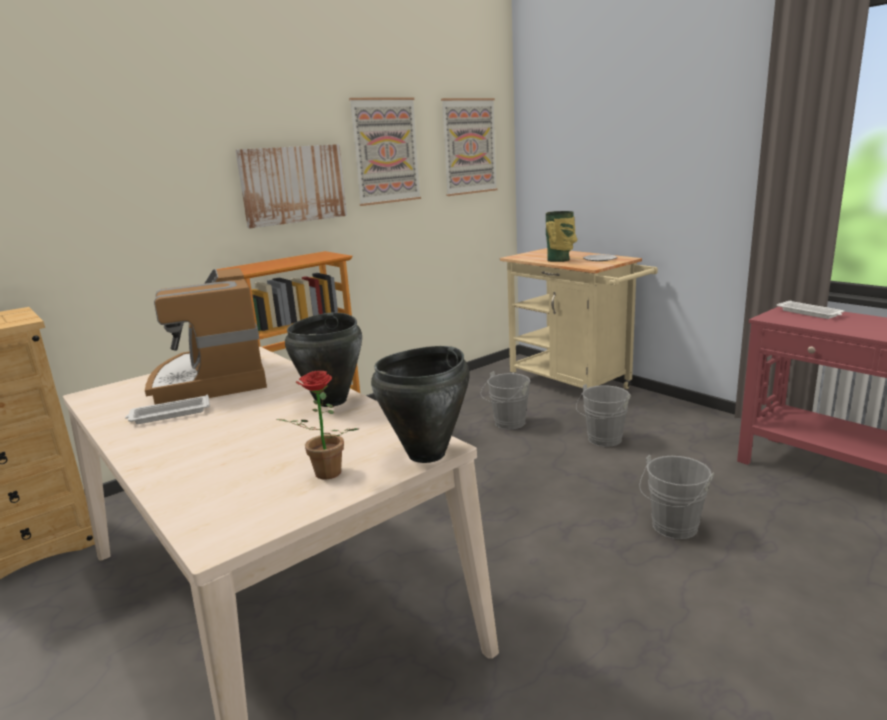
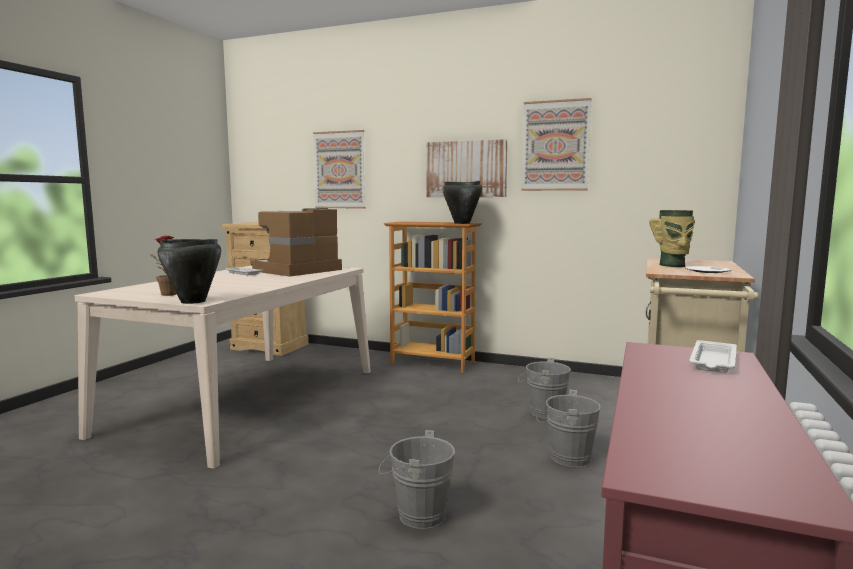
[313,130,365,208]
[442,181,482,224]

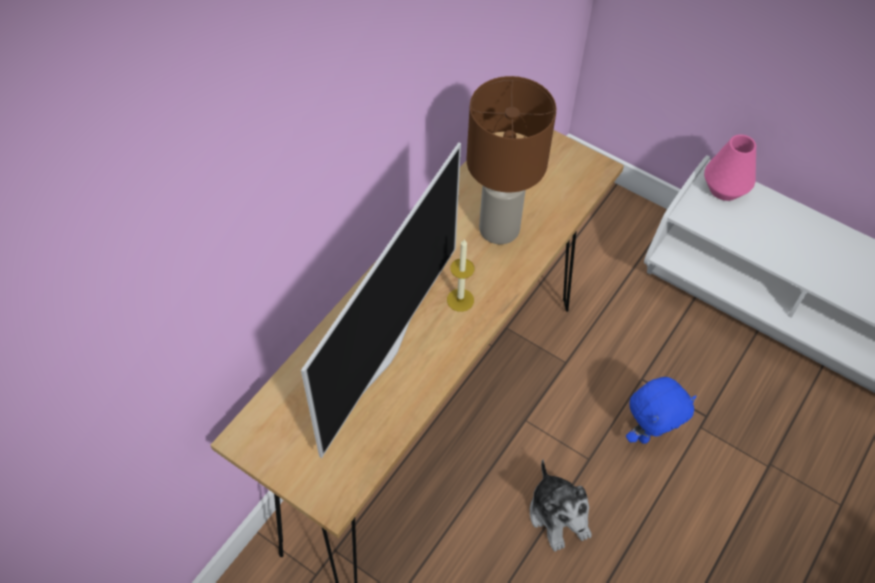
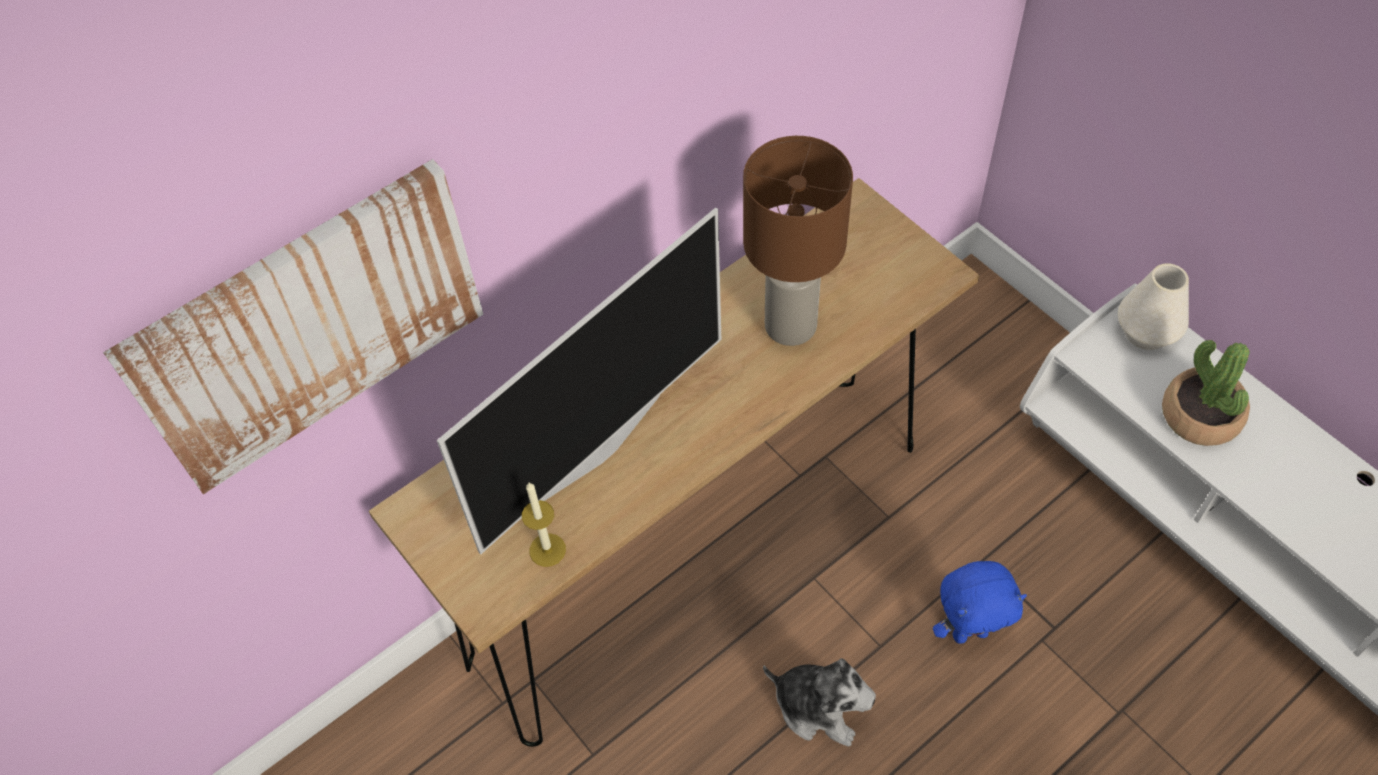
[103,159,483,494]
[522,483,566,567]
[763,658,876,747]
[1118,263,1189,350]
[1162,340,1250,446]

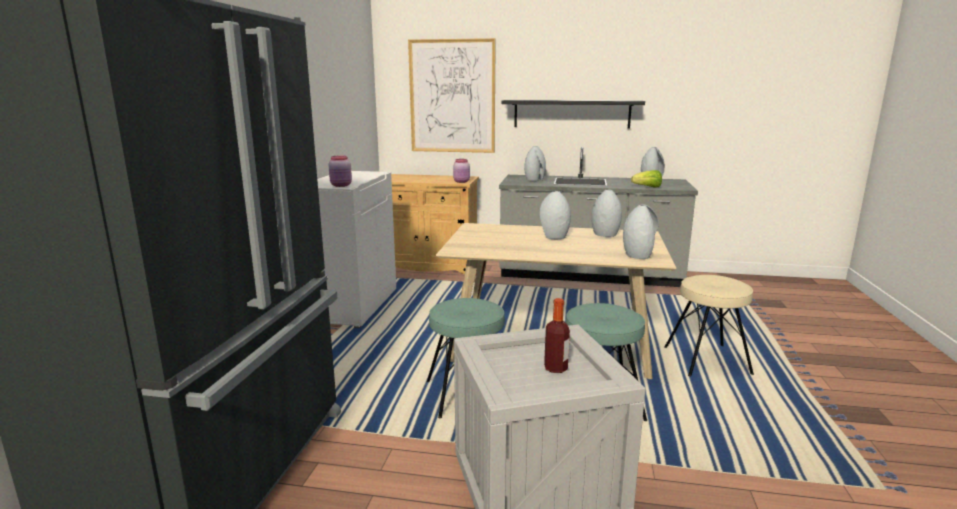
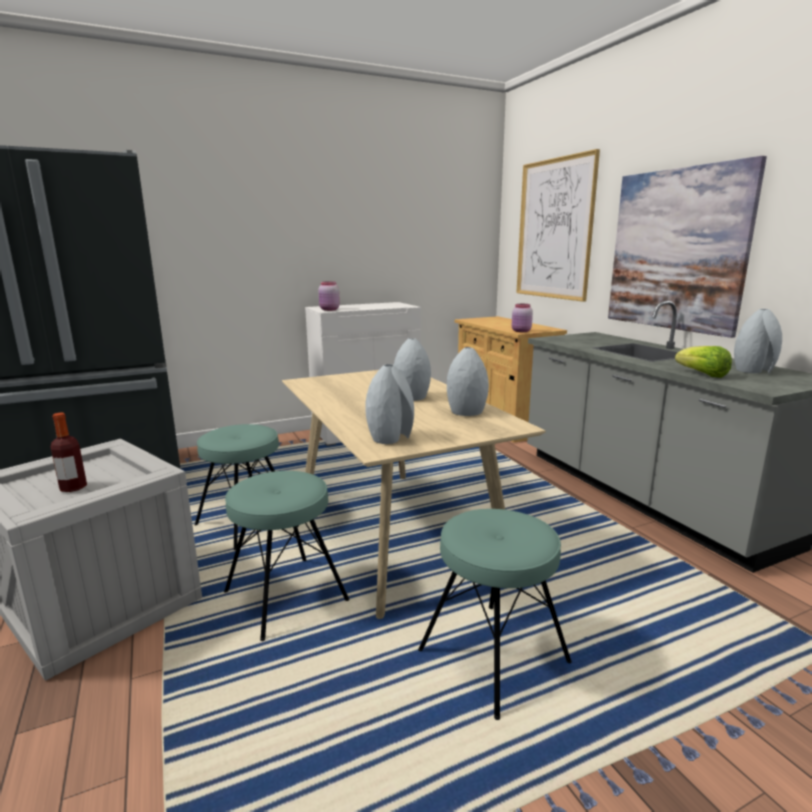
[418,509,572,720]
[608,156,767,338]
[524,146,546,181] (first image)

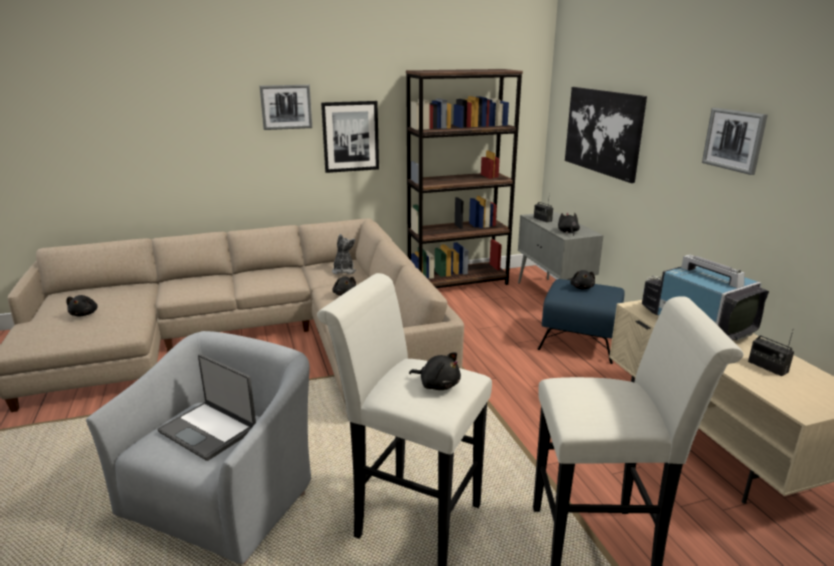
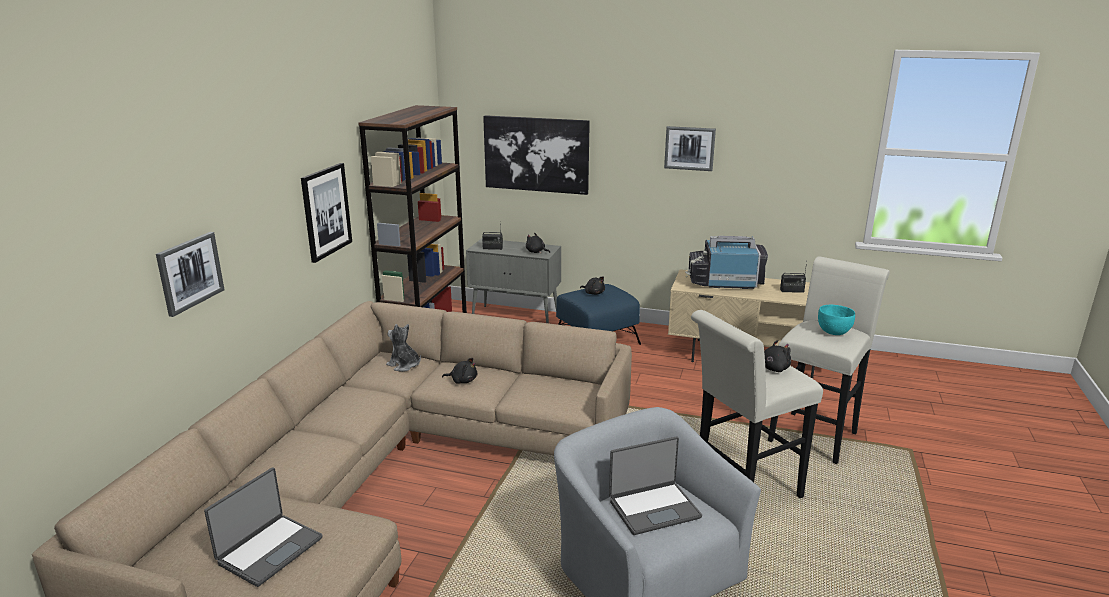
[156,232,224,317]
[204,467,323,587]
[818,305,855,335]

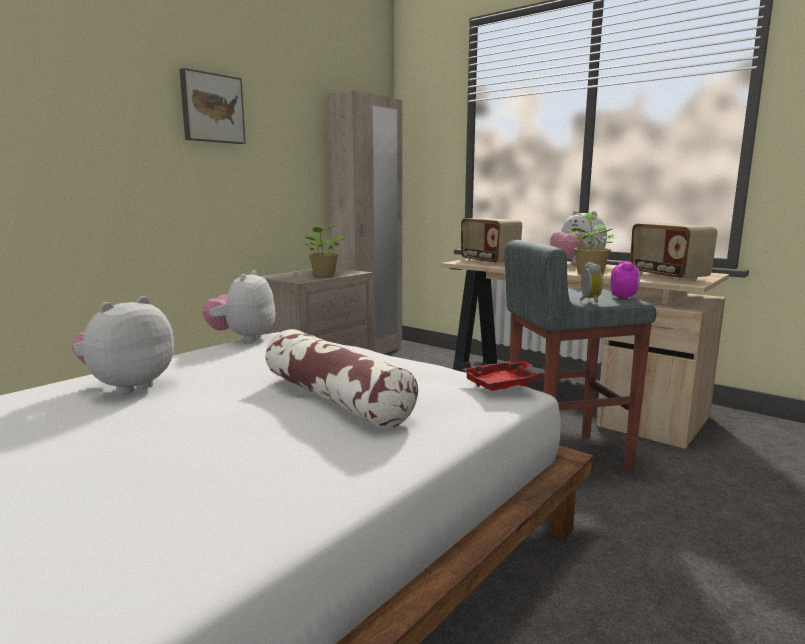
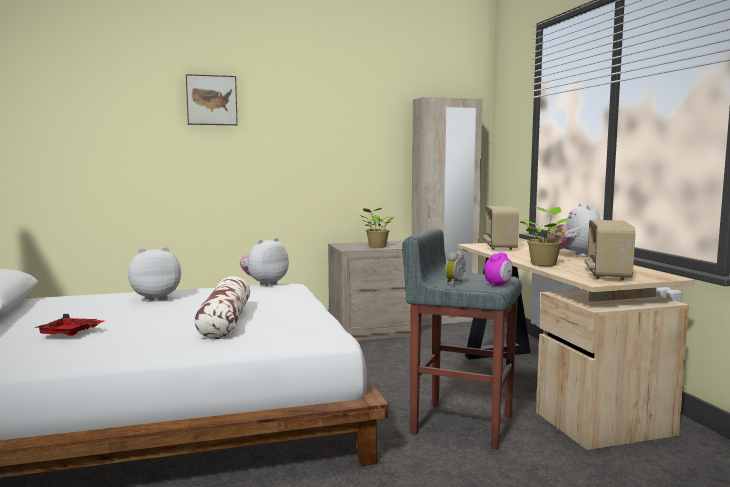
[34,314,104,336]
[186,74,238,125]

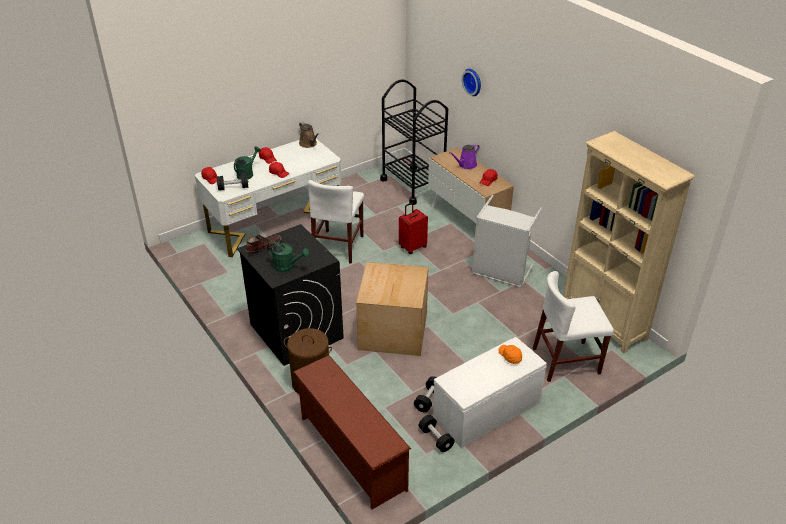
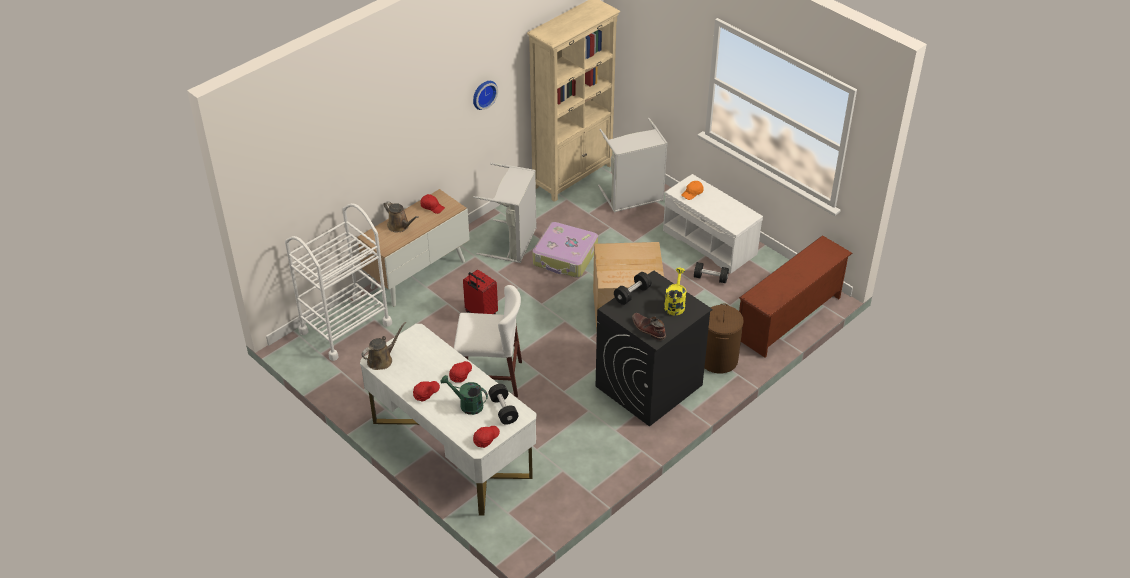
[285,203,392,361]
[383,201,419,232]
[473,81,498,110]
[532,222,598,278]
[598,118,668,213]
[614,272,652,305]
[664,268,687,315]

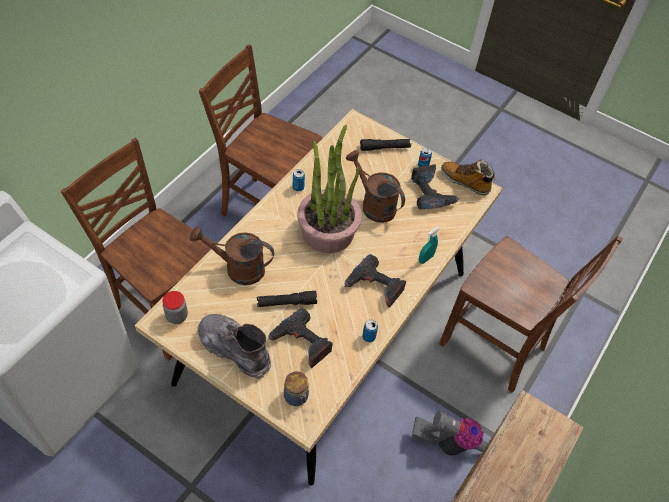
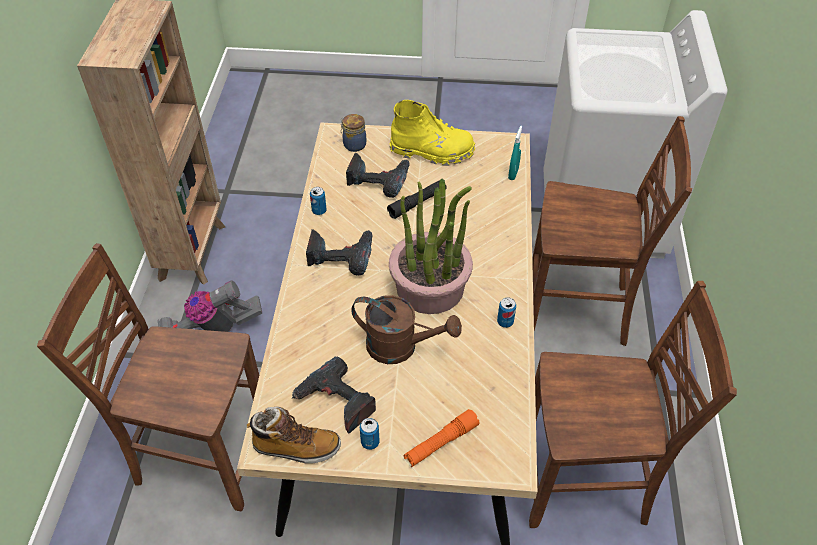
[390,100,475,166]
[404,409,480,467]
[508,126,522,180]
[163,291,188,324] (first image)
[190,226,274,285] (first image)

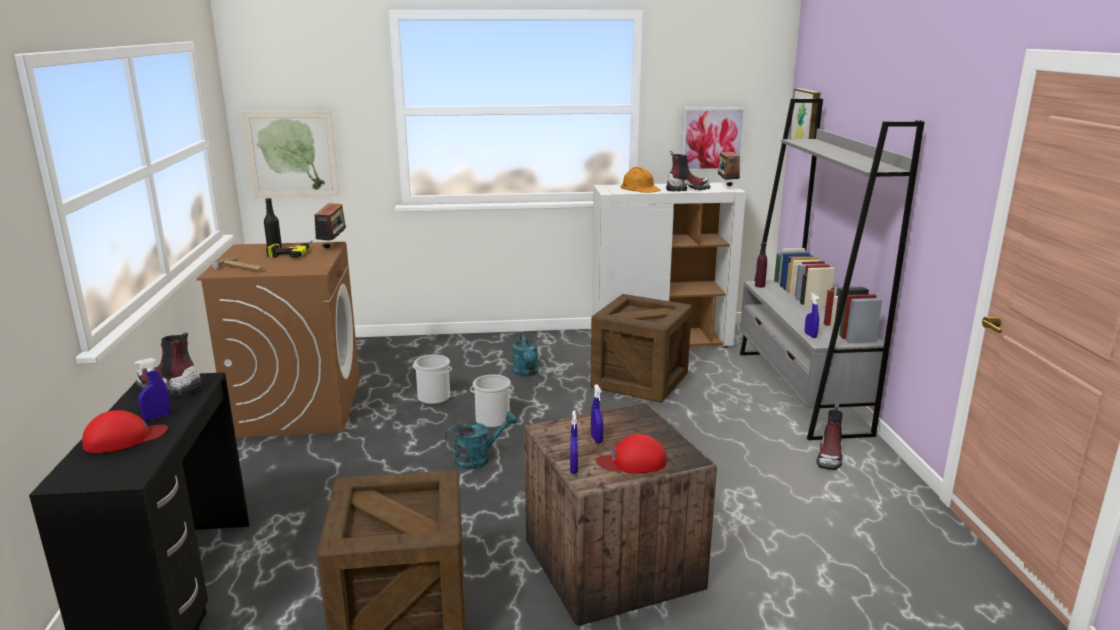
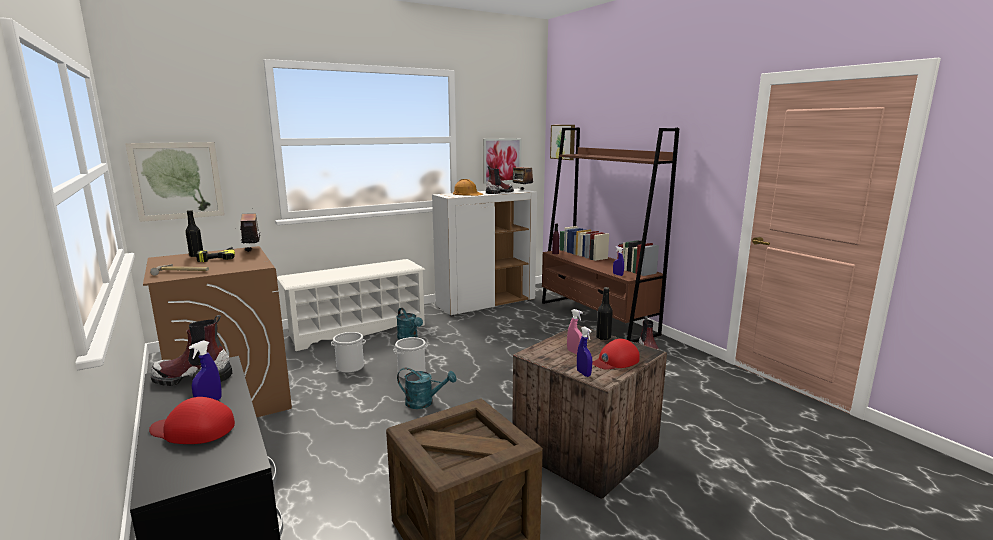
[149,397,235,444]
[277,259,426,351]
[397,368,456,409]
[542,127,679,343]
[567,309,583,354]
[596,287,613,340]
[590,294,692,403] (first image)

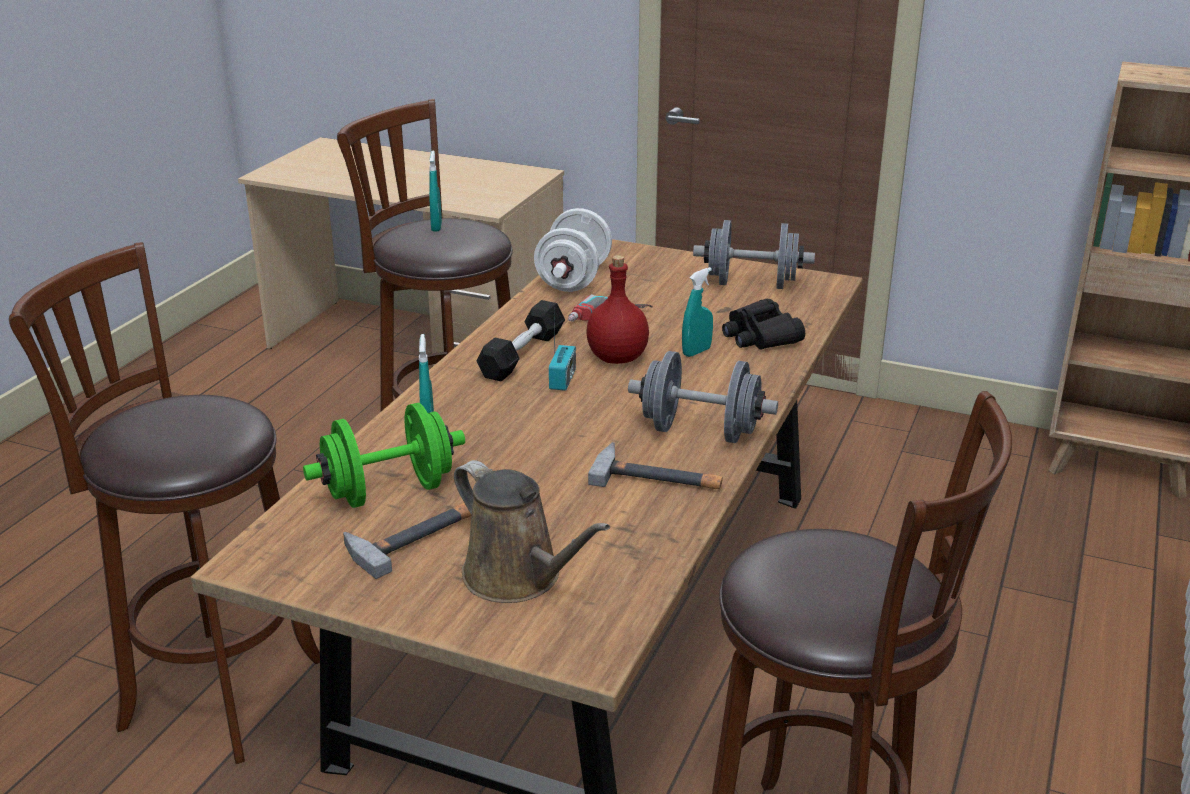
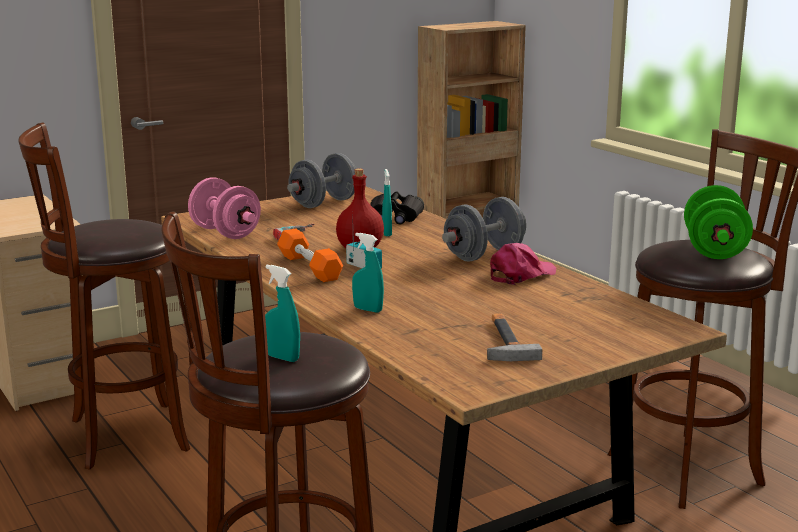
[188,177,261,239]
[265,265,300,362]
[277,229,343,282]
[490,243,556,285]
[684,185,753,259]
[454,460,610,603] (first image)

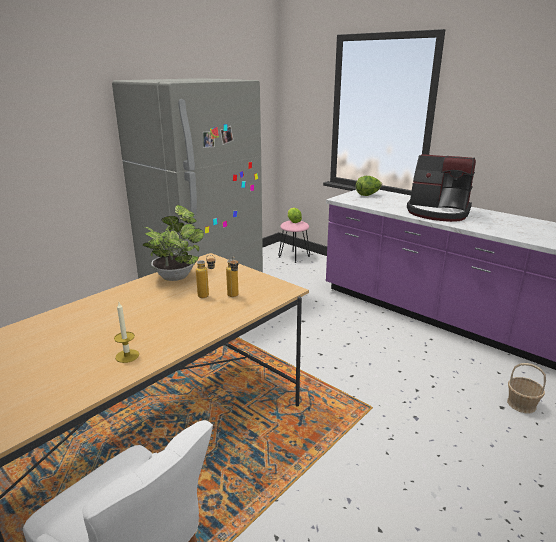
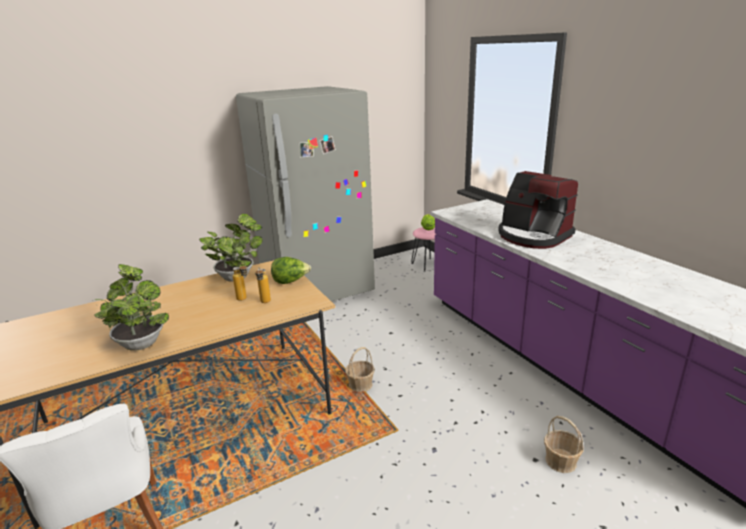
[92,264,169,351]
[271,257,311,284]
[345,347,375,392]

